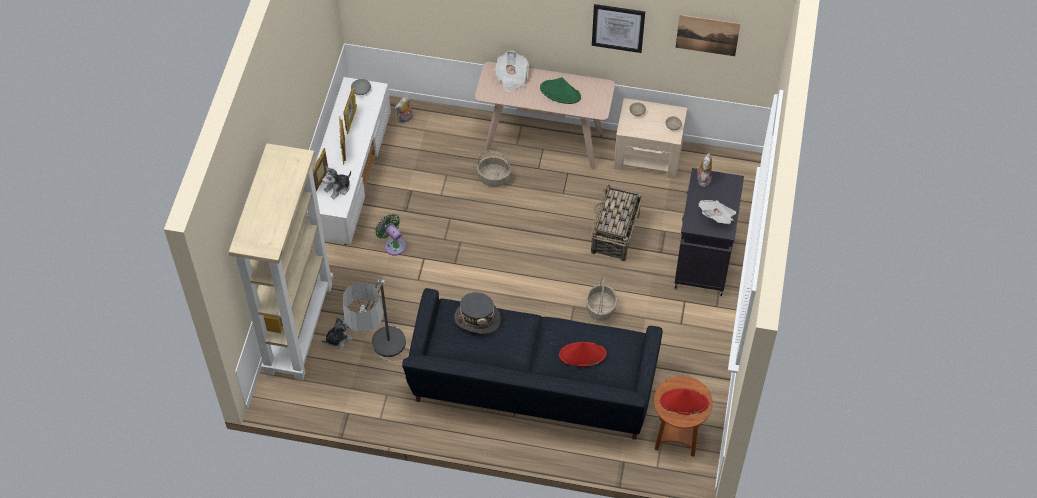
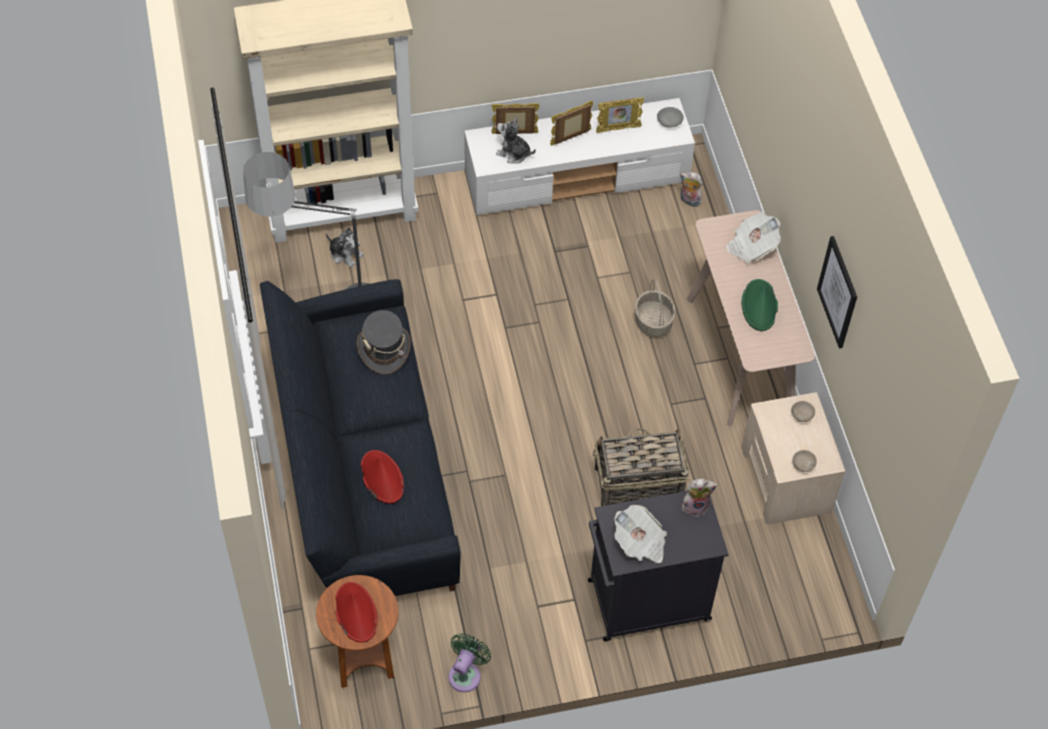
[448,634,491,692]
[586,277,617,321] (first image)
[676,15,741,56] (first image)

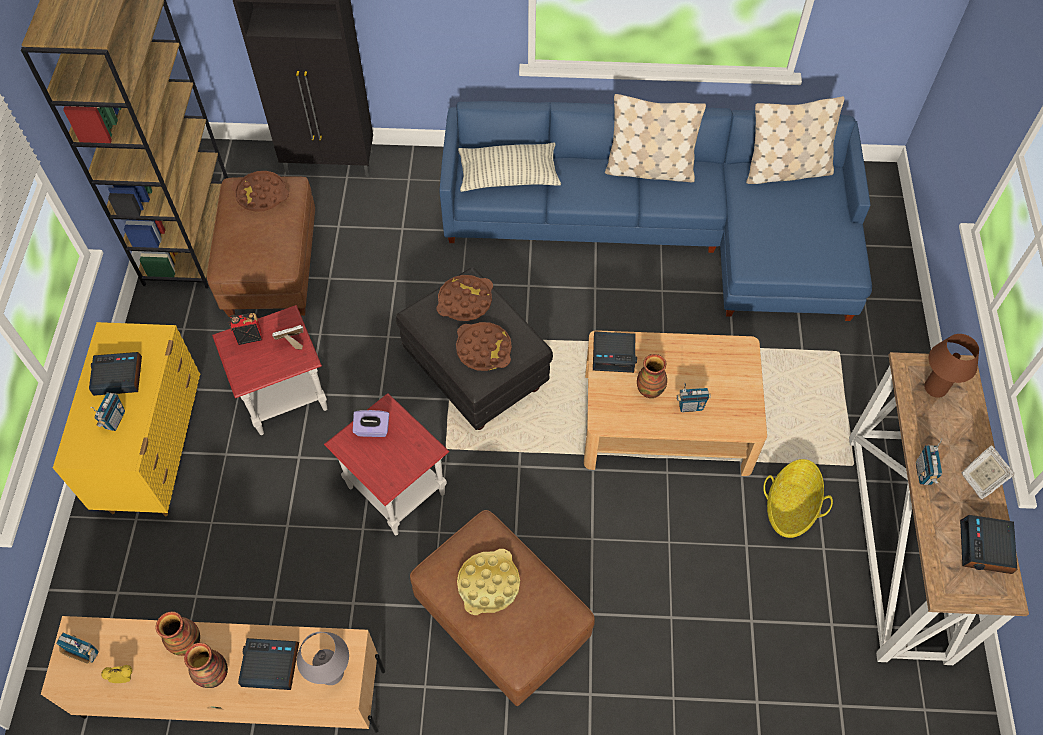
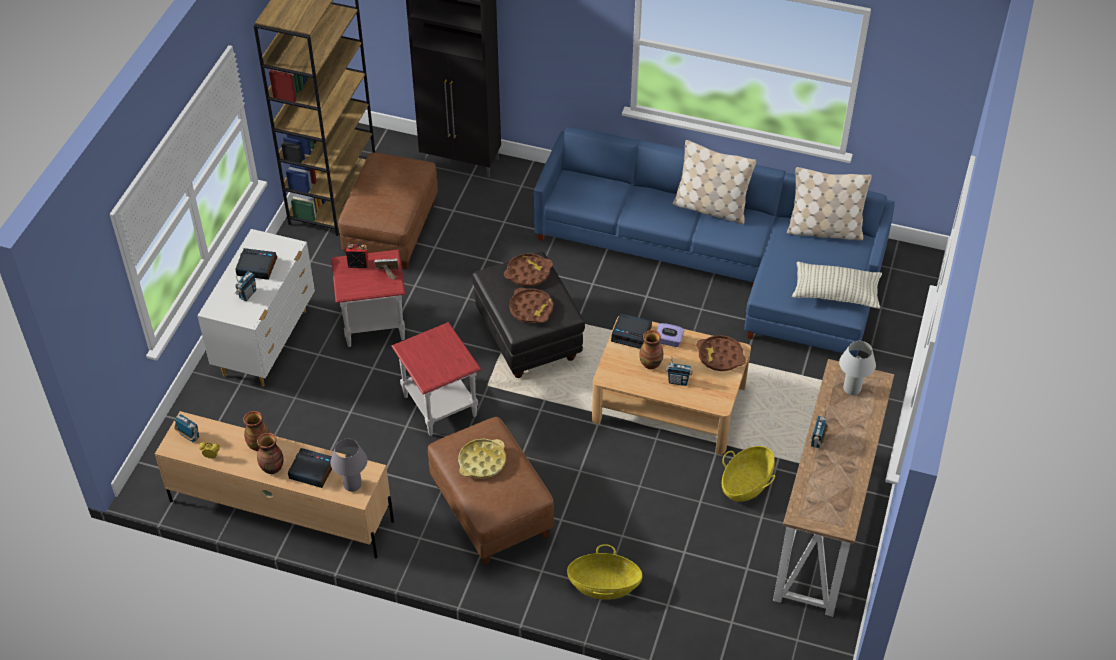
[197,229,315,387]
[567,544,642,600]
[657,323,685,347]
[696,335,746,371]
[792,262,882,309]
[839,341,876,395]
[960,515,1017,574] (first image)
[962,445,1015,499] (first image)

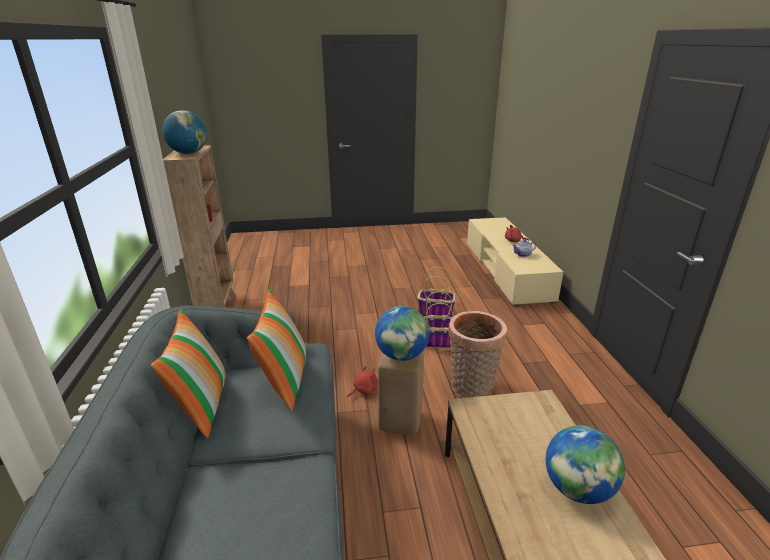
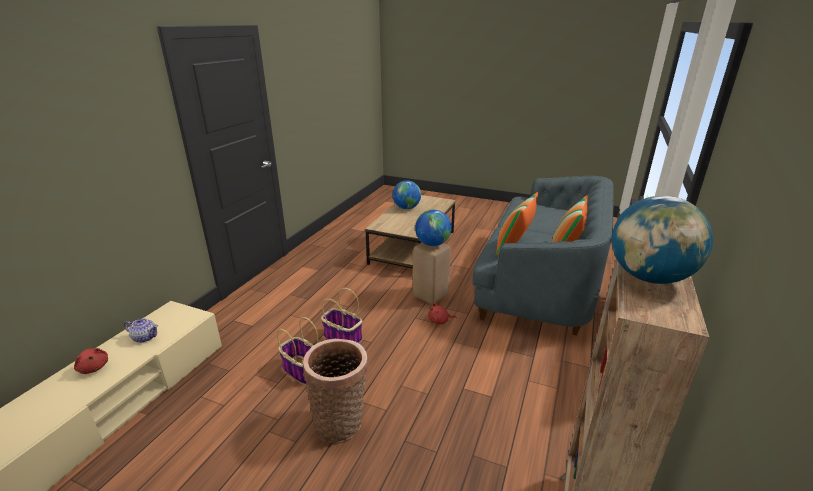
[303,339,368,444]

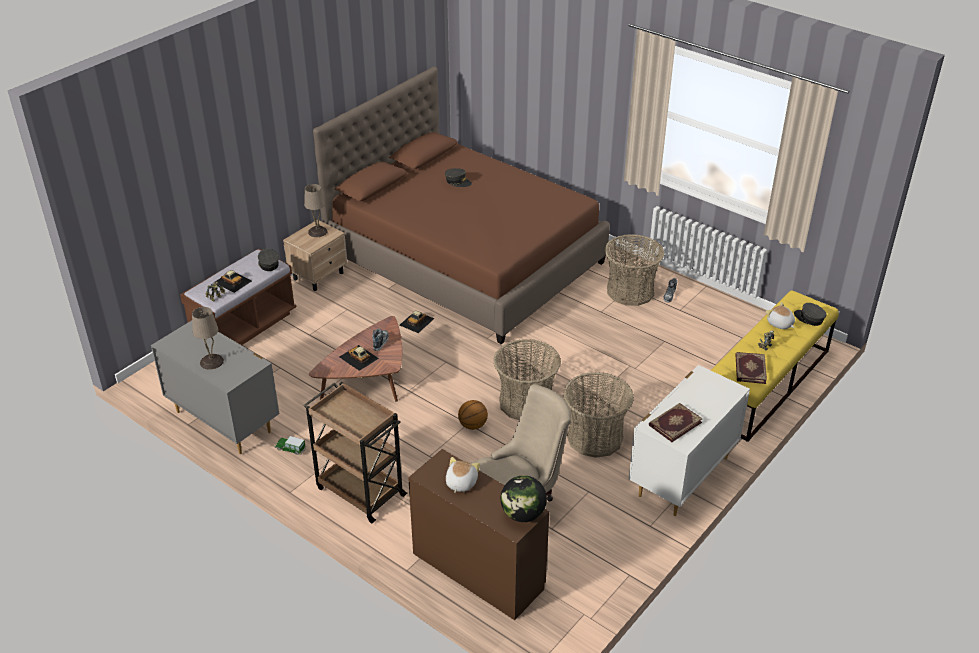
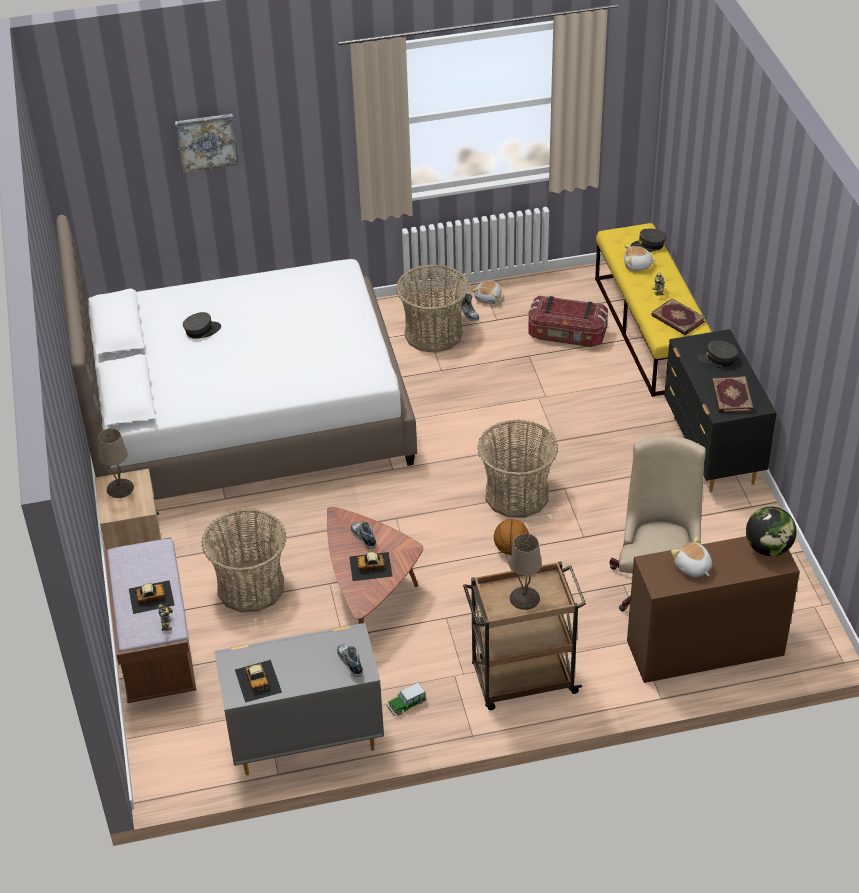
[56,215,417,500]
[175,114,239,173]
[202,509,287,613]
[235,660,282,703]
[337,644,363,677]
[472,281,502,304]
[509,534,542,610]
[528,296,608,347]
[664,329,777,492]
[697,340,738,367]

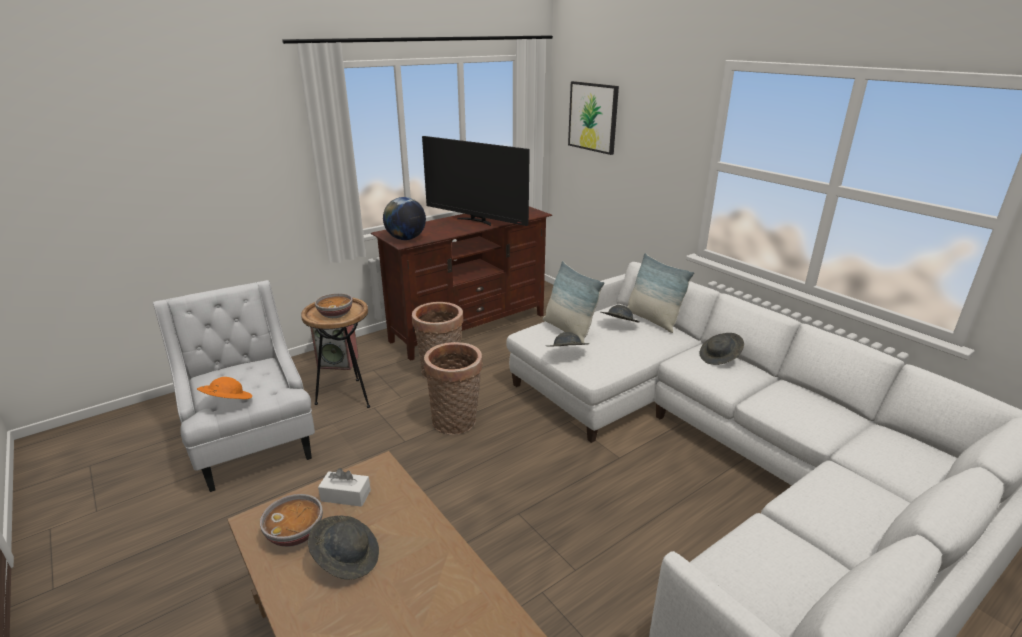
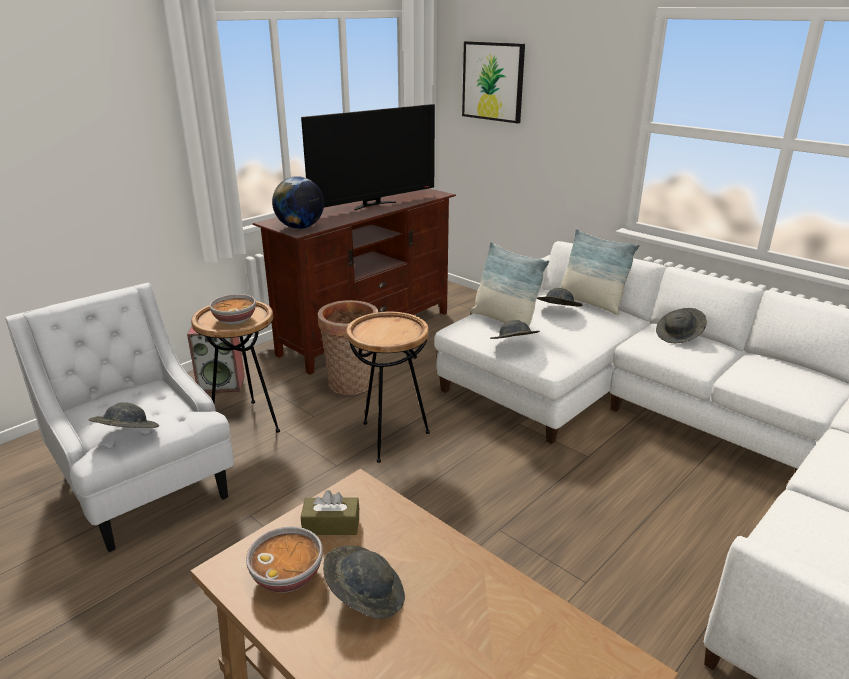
[89,402,159,428]
[301,104,435,211]
[301,490,359,535]
[346,312,430,463]

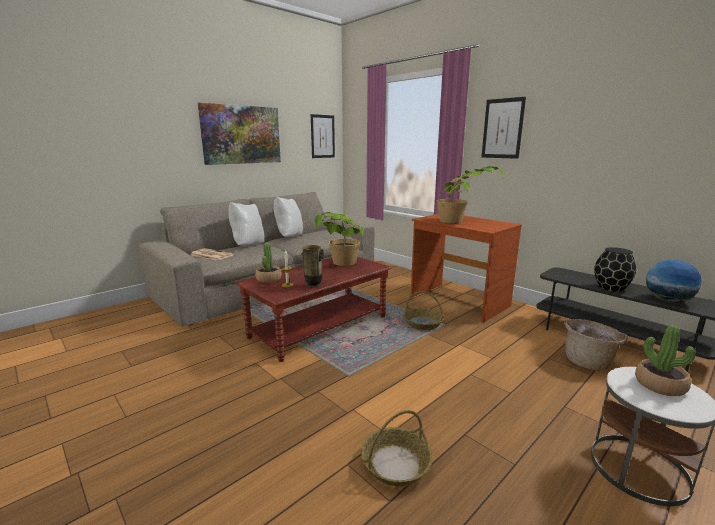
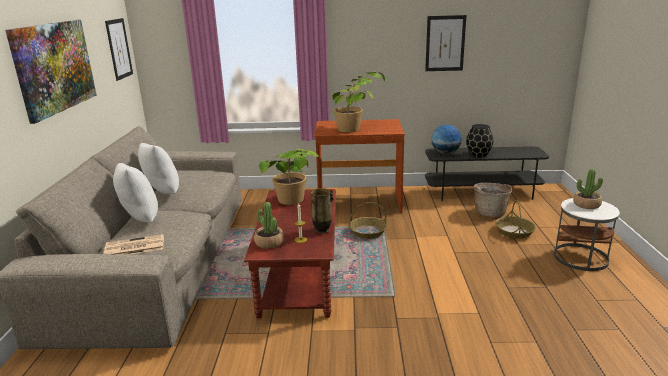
[425,15,466,71]
[431,125,462,154]
[495,200,536,239]

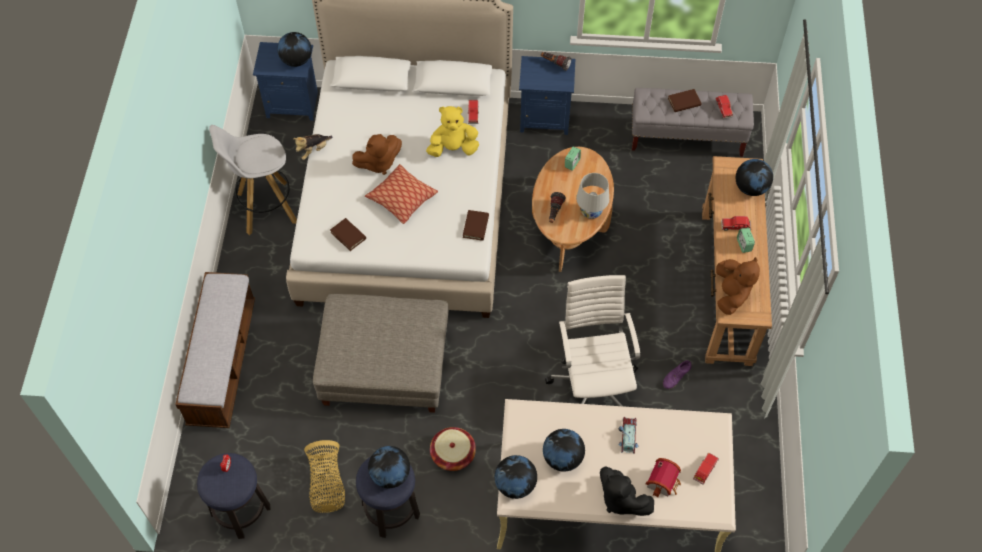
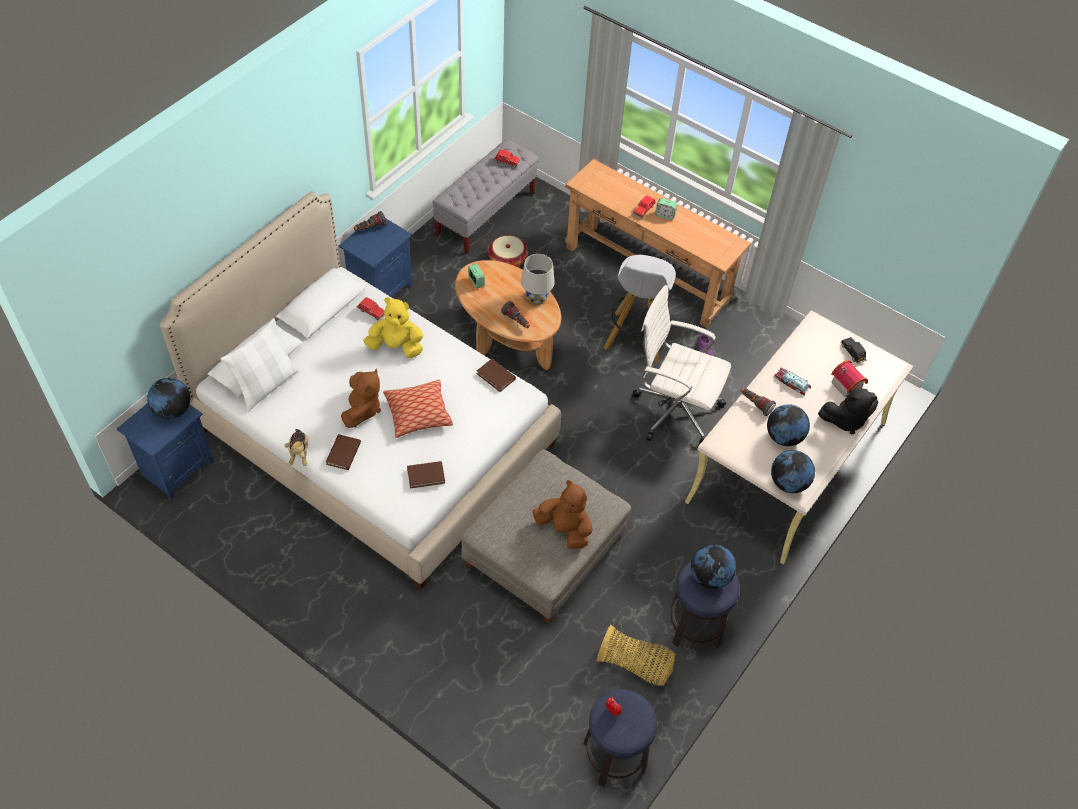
[221,318,299,411]
[326,434,361,470]
[363,297,423,358]
[488,235,528,267]
[533,480,593,549]
[603,255,676,362]
[741,388,776,416]
[840,337,867,364]
[175,272,255,428] (first image)
[736,159,773,196] (first image)

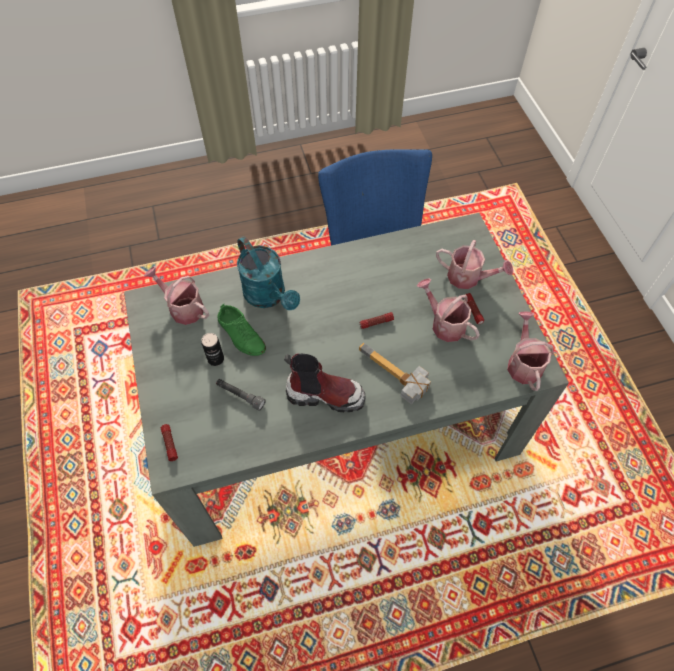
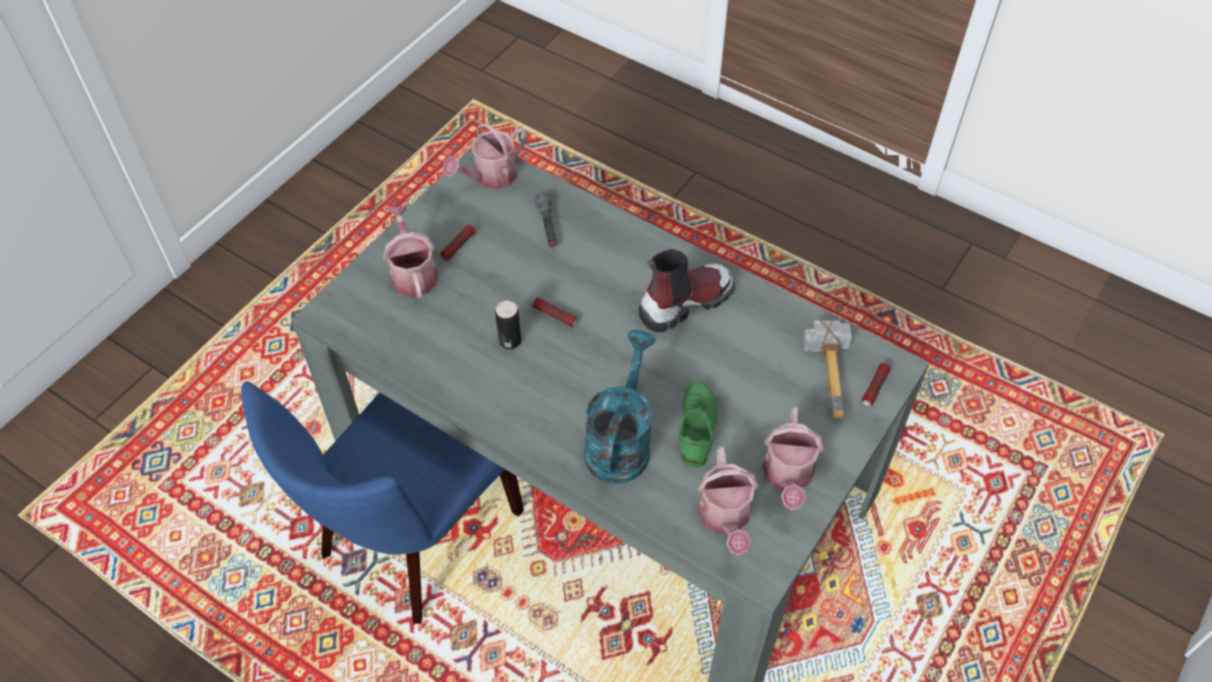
[495,301,521,349]
[535,192,557,247]
[639,249,735,332]
[762,407,824,510]
[803,319,852,419]

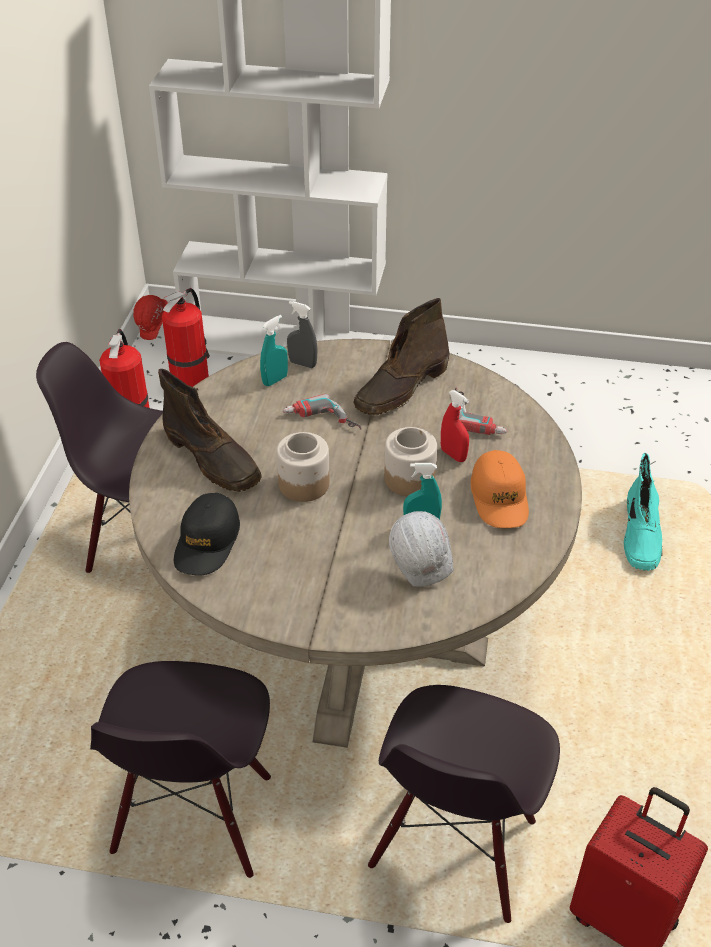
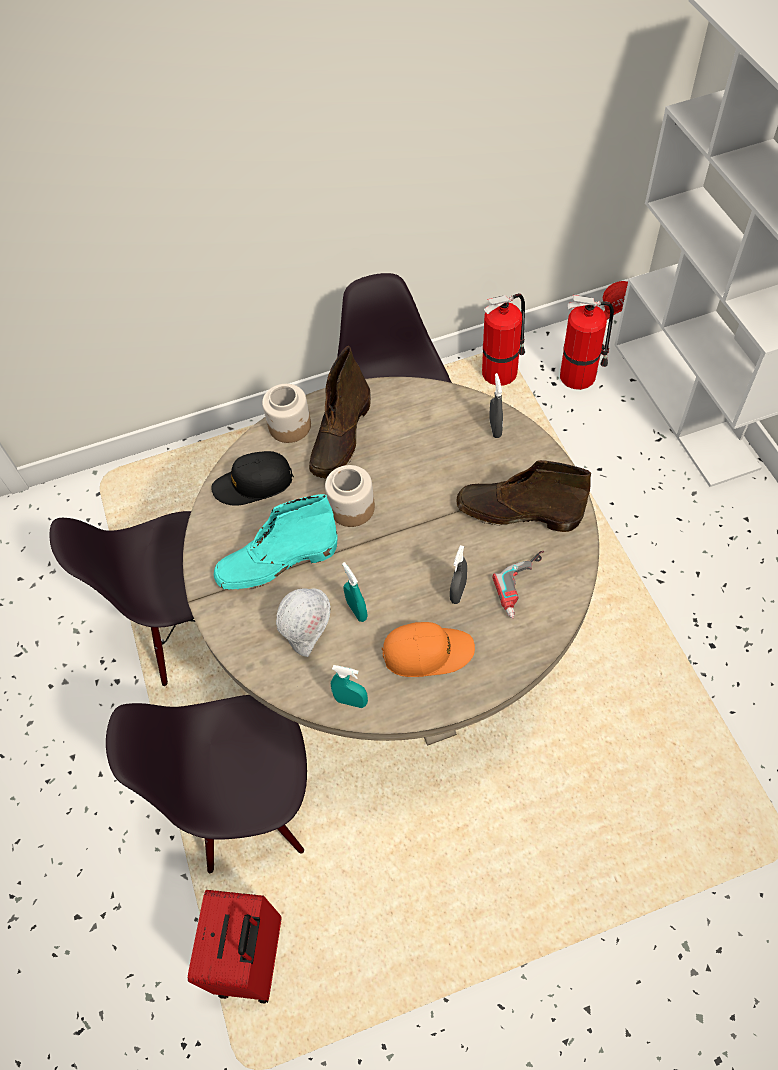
[214,494,338,590]
[262,384,311,443]
[331,665,368,708]
[382,622,475,677]
[450,545,467,604]
[283,394,362,429] (first image)

